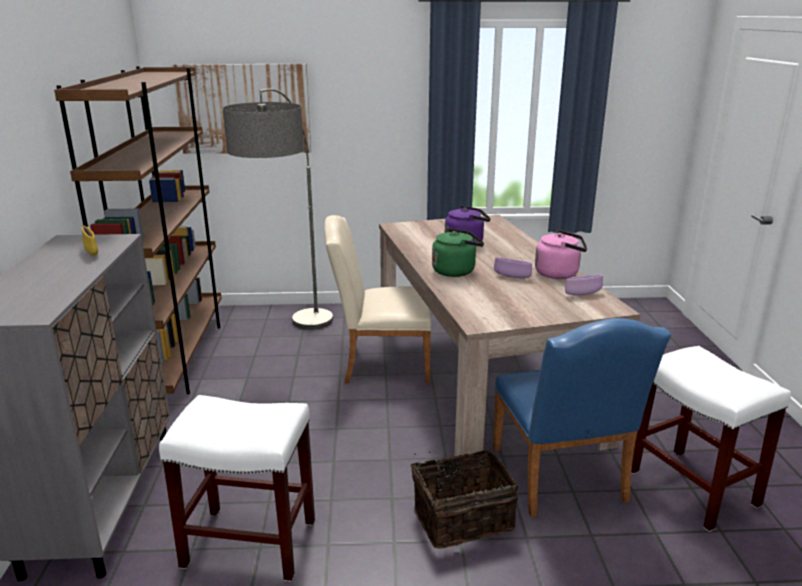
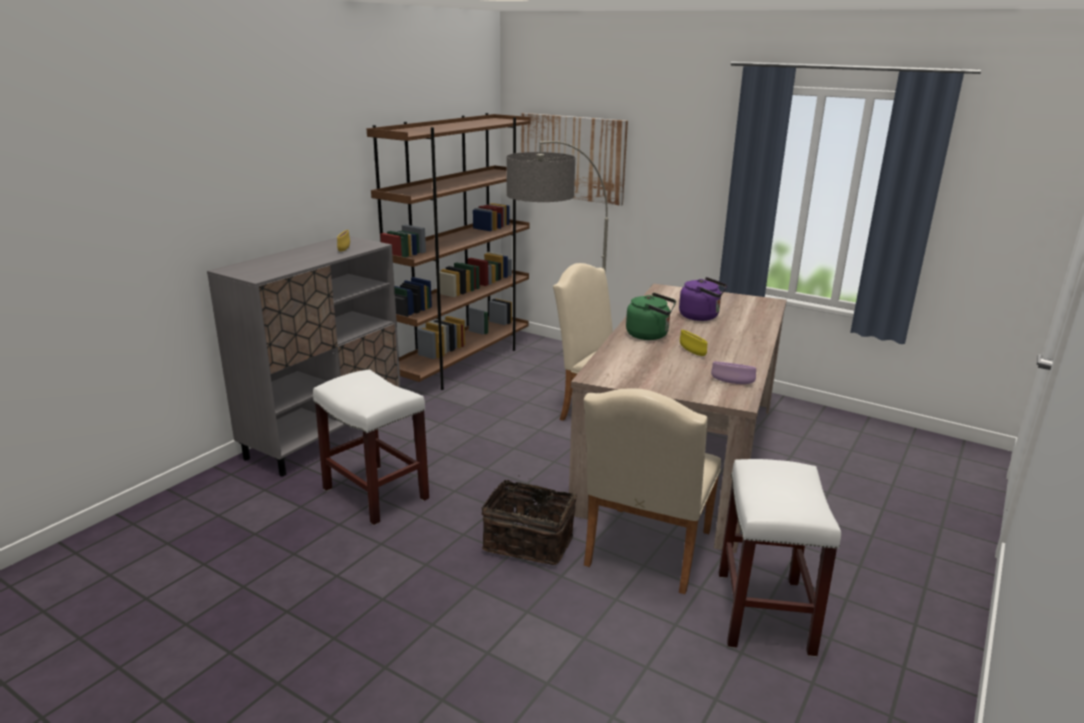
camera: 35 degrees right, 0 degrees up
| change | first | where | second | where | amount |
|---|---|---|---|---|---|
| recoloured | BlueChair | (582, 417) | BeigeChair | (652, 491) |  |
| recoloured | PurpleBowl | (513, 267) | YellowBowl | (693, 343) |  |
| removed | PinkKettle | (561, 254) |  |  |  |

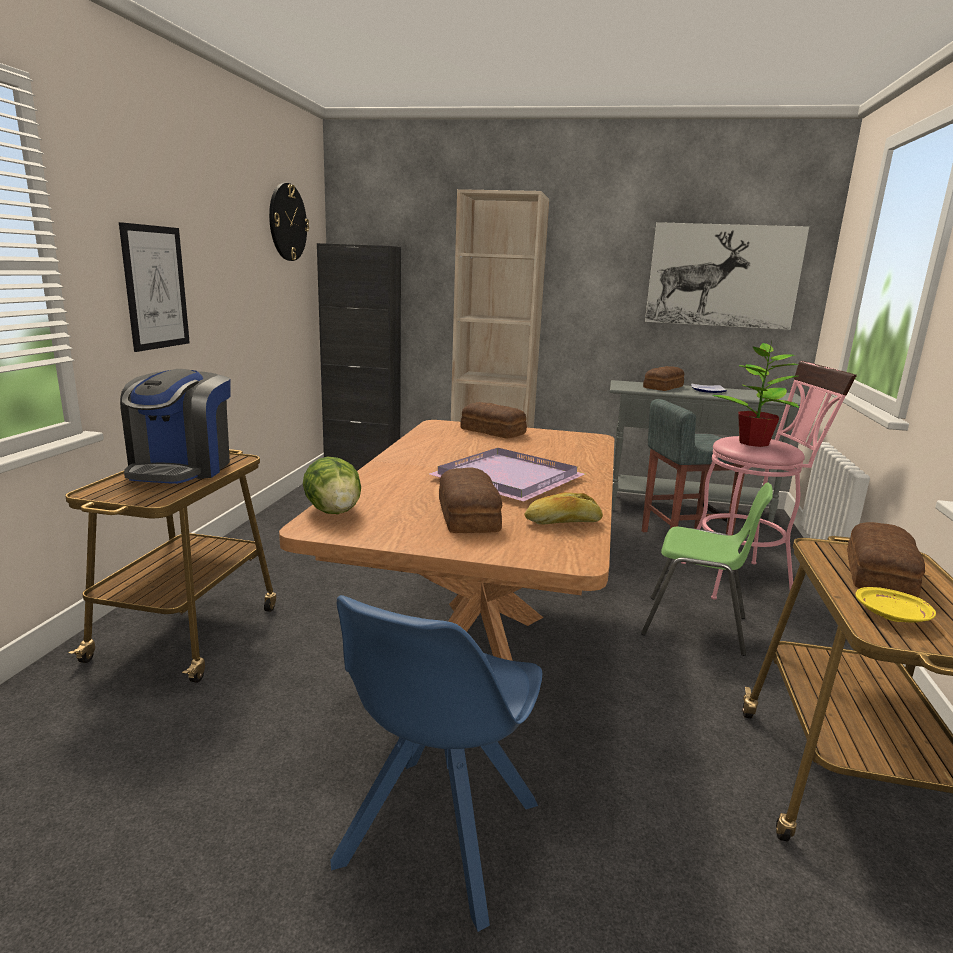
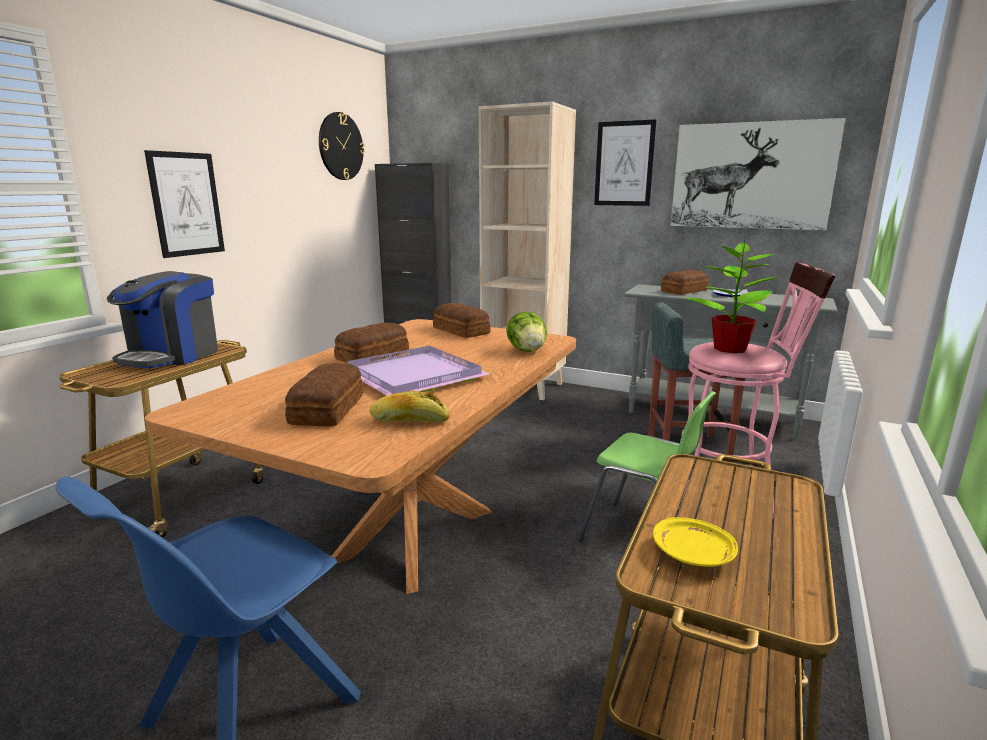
camera: 15 degrees right, 0 degrees up
| change | first | where | second | where | amount |
|---|---|---|---|---|---|
| moved | Bread | (886, 559) |  | (371, 343) |  |
| moved | Lettuce | (332, 485) |  | (526, 332) |  |
| added |  |  | Picture | (625, 163) |  |

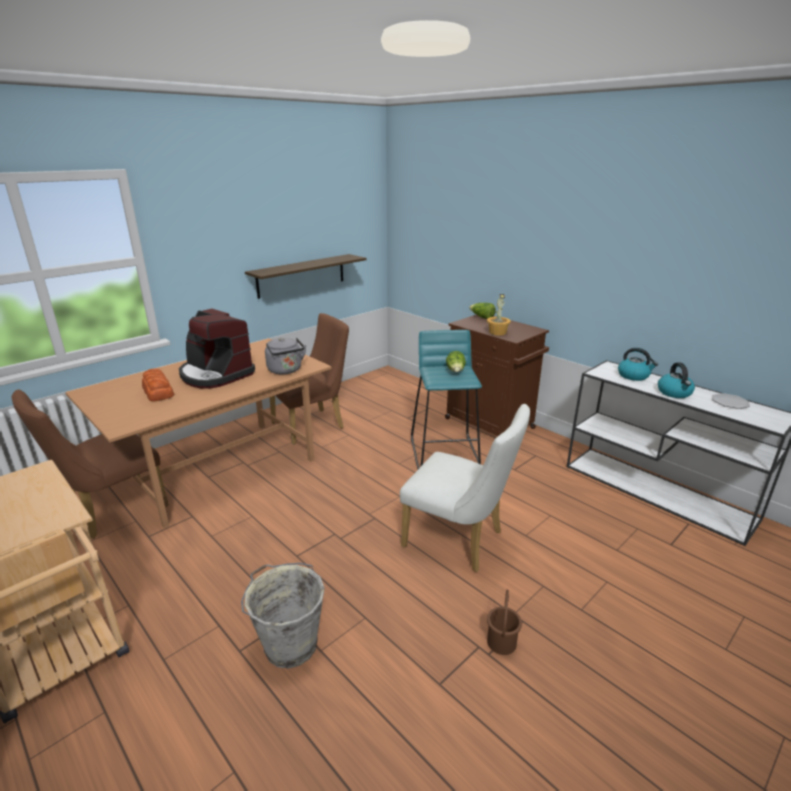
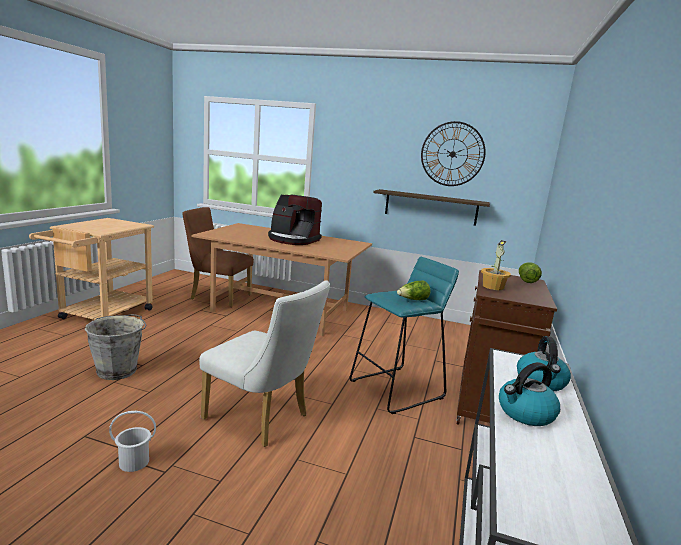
camera: 60 degrees right, 10 degrees down
| change | first | where | second | where | amount |
|---|---|---|---|---|---|
| recoloured | BrownBucket | (504, 622) | WhiteBucket | (132, 441) |  |
| turned | WhiteChair | (465, 488) |  | (264, 363) | 60 degrees counterclockwise |
| turned | CoffeeMachine | (217, 349) |  | (295, 219) | 75 degrees counterclockwise |
| added |  |  | WallClock | (453, 153) |  |
| removed | Bread | (158, 385) |  |  |  |
| removed | GreyKettle | (286, 356) |  |  |  |
| removed | BrownChair | (309, 379) |  |  |  |
| removed | Plate | (731, 401) |  |  |  |

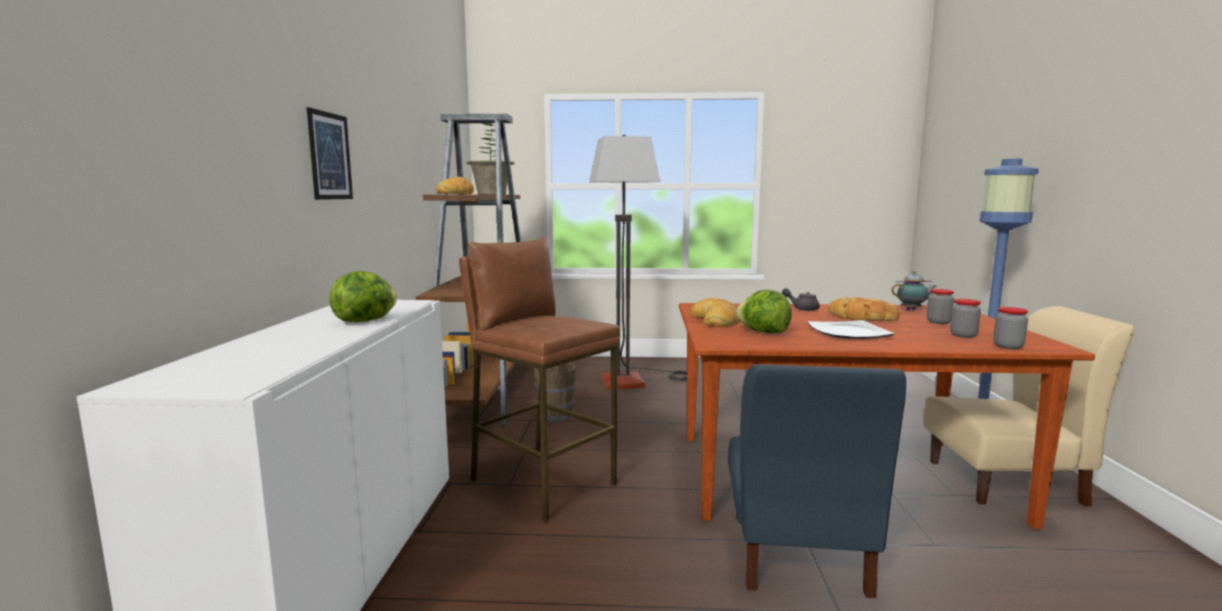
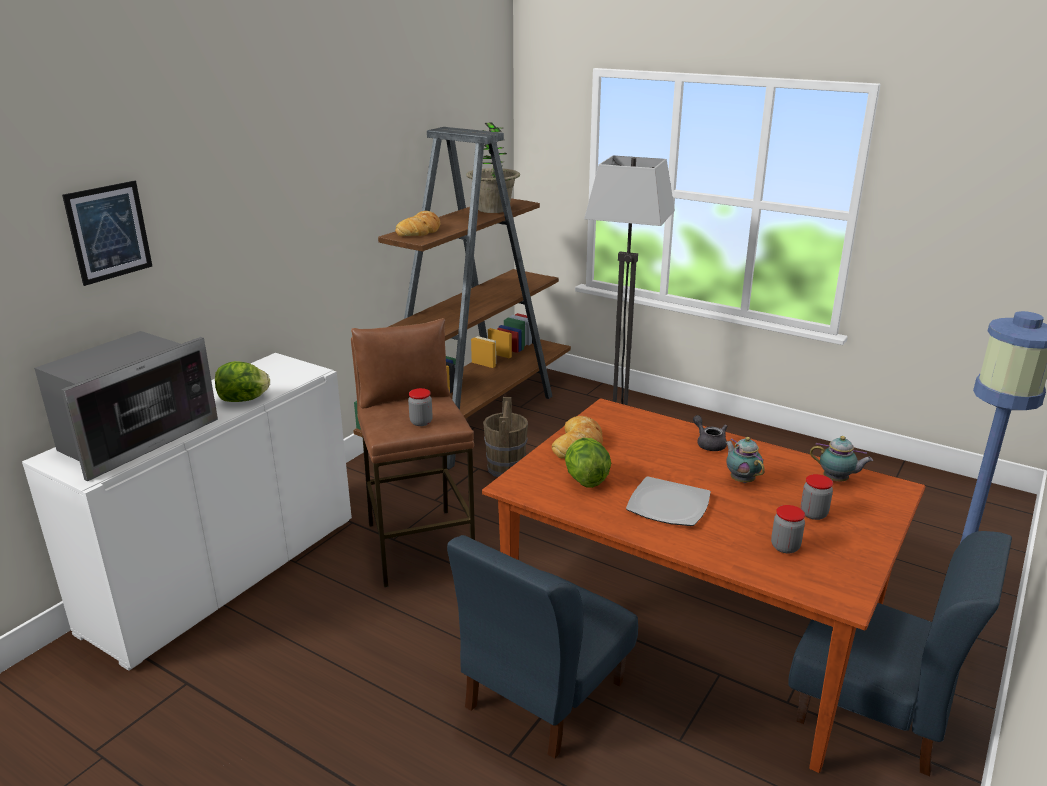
camera: 30 degrees right, 15 degrees up
| change | first | where | second | where | amount |
|---|---|---|---|---|---|
| added |  |  | Microwave | (126, 406) |  |
| moved | Picture | (330, 153) |  | (107, 233) |  |
| moved | Jar | (1010, 328) |  | (420, 407) |  |
| replaced | Bread | (864, 309) | Teapot | (745, 460) |  |
| recoloured | BeigeChair | (1029, 406) | BlueChair | (900, 653) |  |

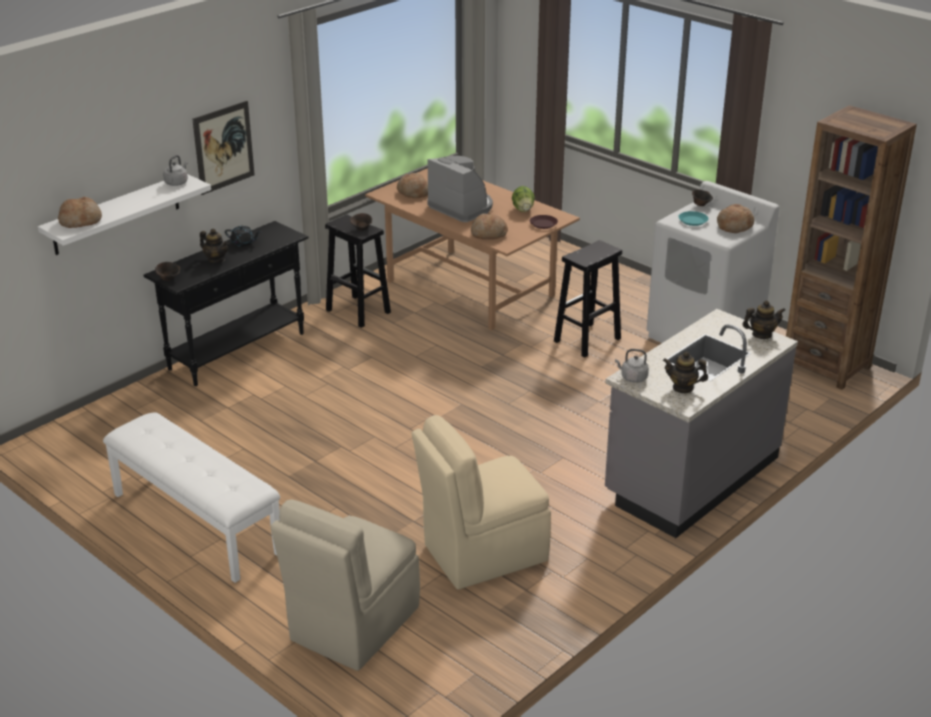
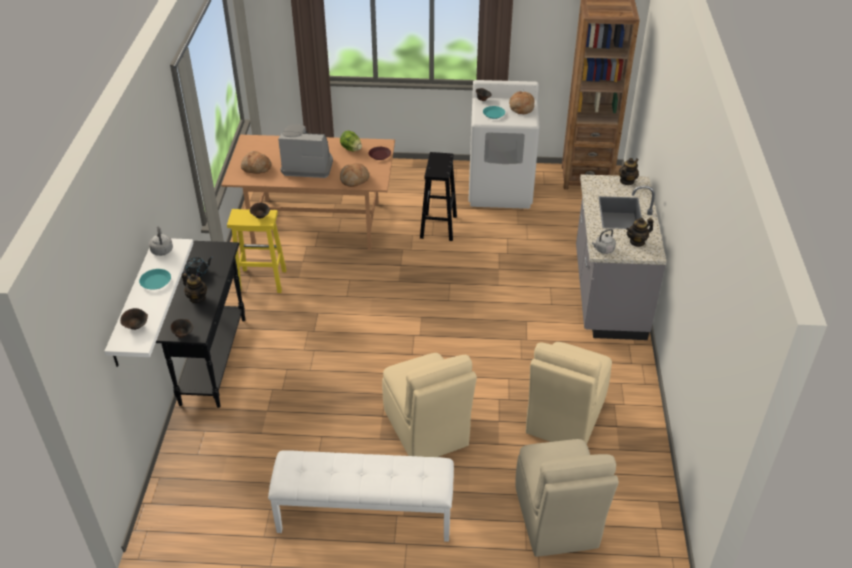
camera: 40 degrees left, 10 degrees up
| change | first | where | second | where | amount |
|---|---|---|---|---|---|
| replaced | Bread | (80, 212) | BrownBowl | (134, 319) |  |
| added |  |  | TurquoisePlate | (155, 279) |  |
| turned | Teapot | (214, 246) |  | (194, 288) | 45 degrees clockwise |
| recoloured | BlackStool | (358, 271) | YellowStool | (256, 251) |  |
| added |  |  | BeigeChair | (429, 405) |  |
| removed | Picture | (223, 148) |  |  |  |

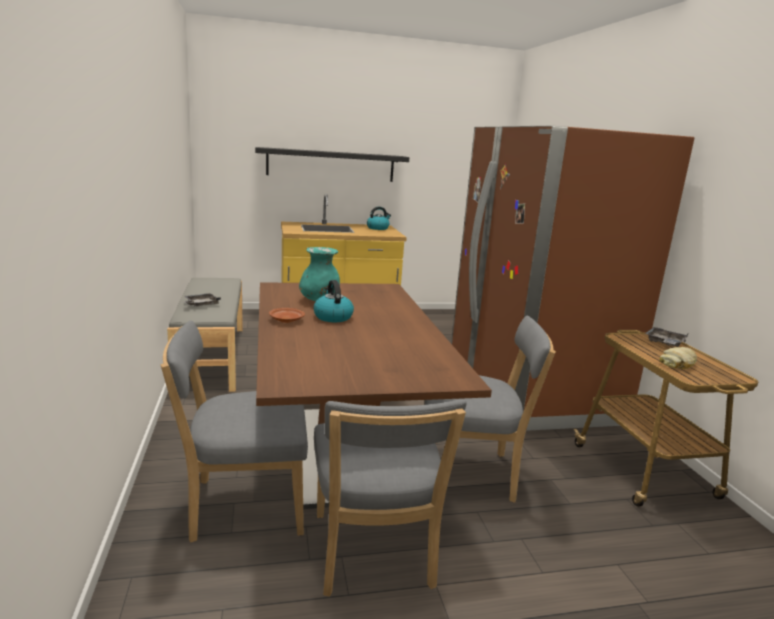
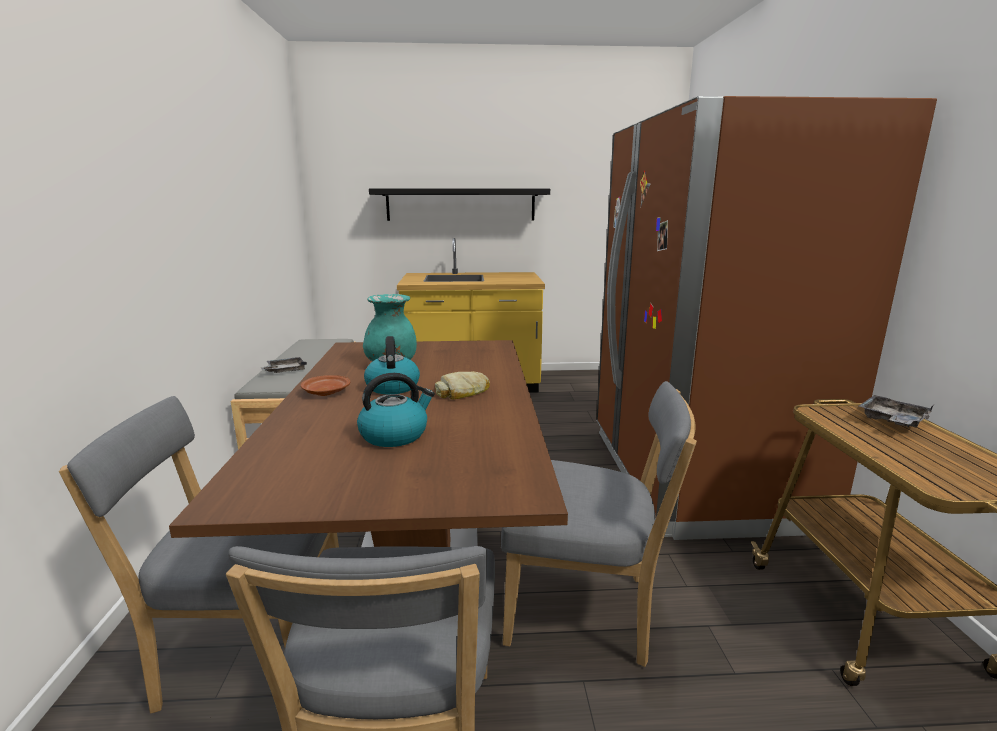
camera: 10 degrees right, 0 degrees up
| change | first | where | second | where | amount |
|---|---|---|---|---|---|
| moved | Kettle | (379, 218) |  | (396, 410) |  |
| moved | Bread | (678, 358) |  | (462, 385) |  |

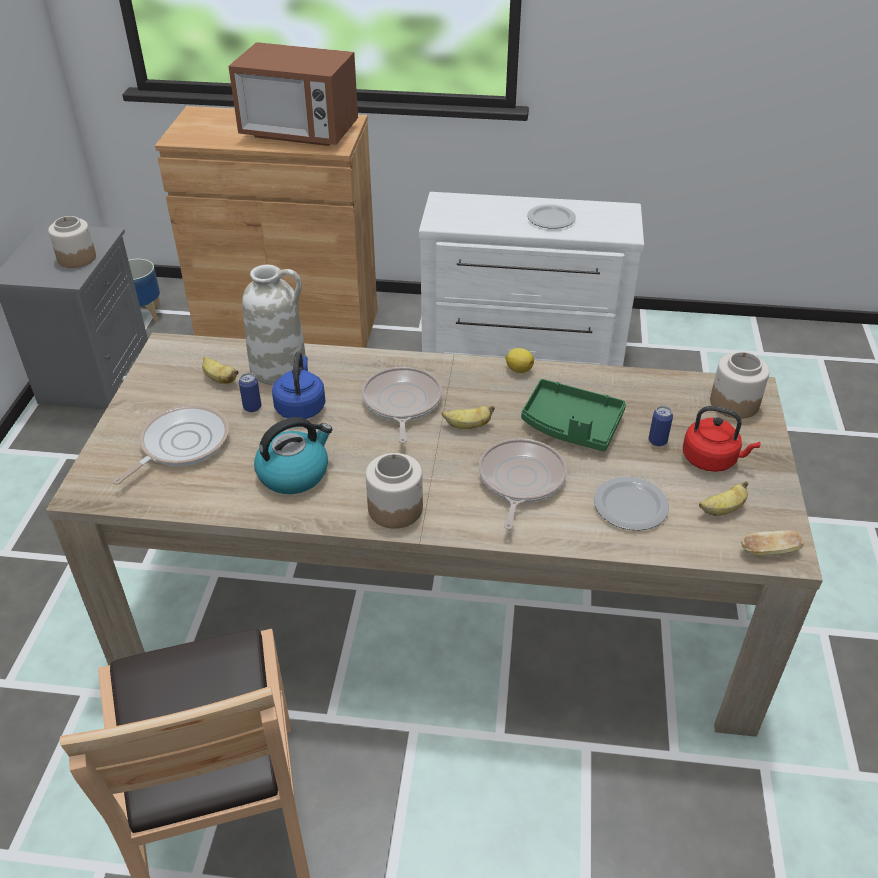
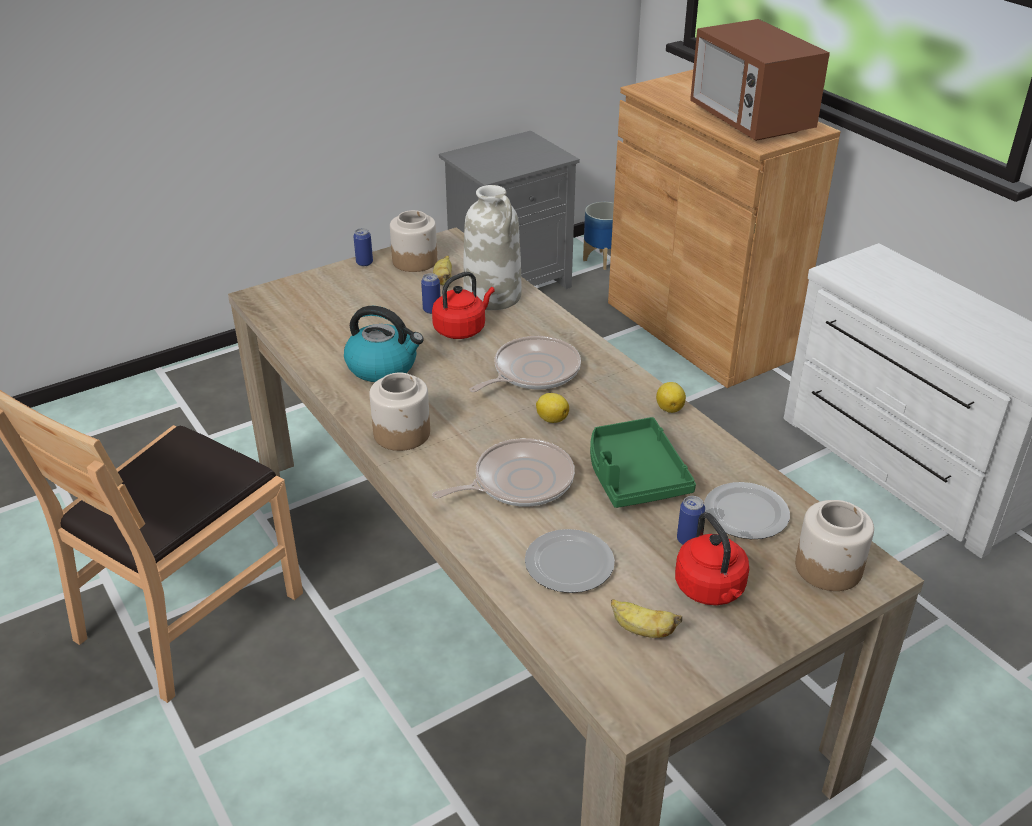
camera: 50 degrees right, 5 degrees down
| change | first | where | second | where | amount |
|---|---|---|---|---|---|
| added |  |  | Can | (363, 247) |  |
| moved | Jar | (72, 242) |  | (413, 241) |  |
| recoloured | BlueKettle | (299, 385) | RedKettle | (463, 305) |  |
| replaced | Banana | (468, 417) | Lemon | (552, 408) |  |
| moved | Plate | (551, 216) |  | (747, 510) |  |
| removed | FryingPan | (171, 445) |  |  |  |
| removed | Bread | (772, 543) |  |  |  |

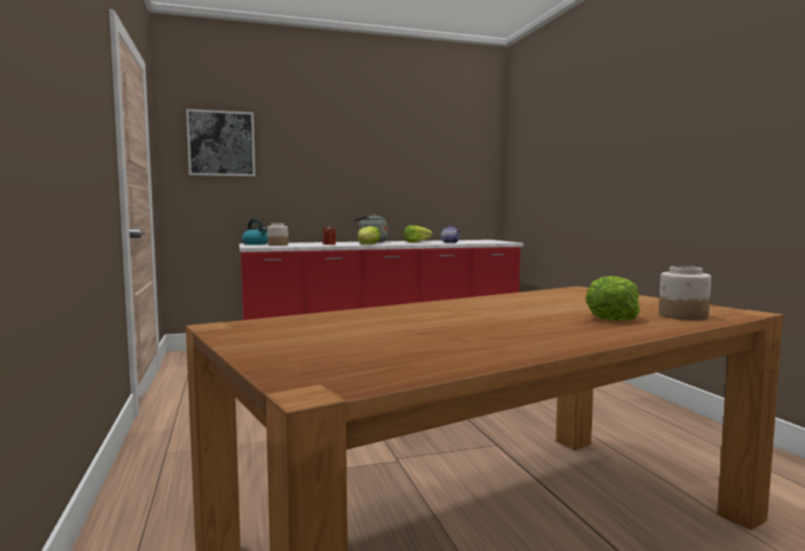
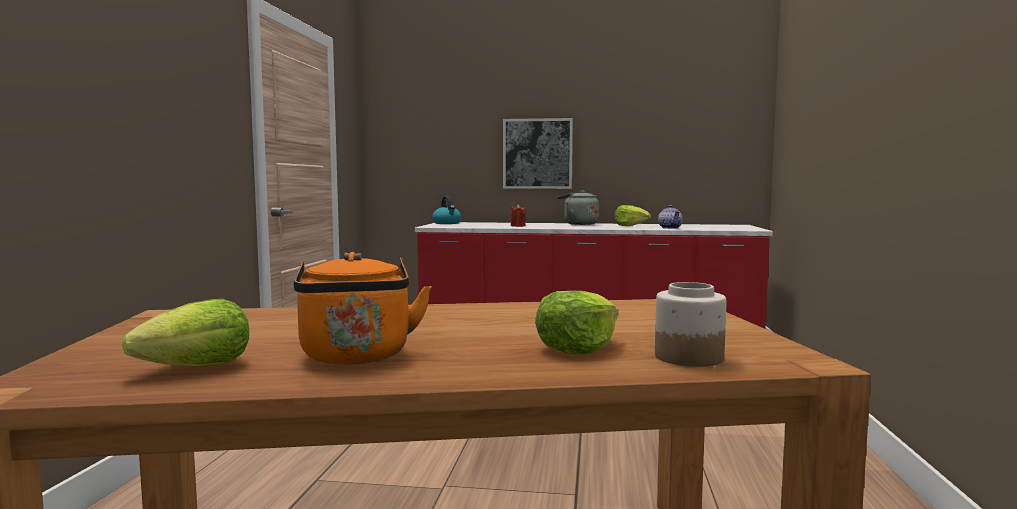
camera: 25 degrees right, 0 degrees up
| change | first | where | second | where | amount |
|---|---|---|---|---|---|
| moved | Lettuce | (369, 235) |  | (185, 332) |  |
| added |  |  | OrangeKettle | (363, 308) |  |
| moved | Picture | (220, 142) |  | (538, 153) |  |
| removed | Jar | (277, 234) |  |  |  |

